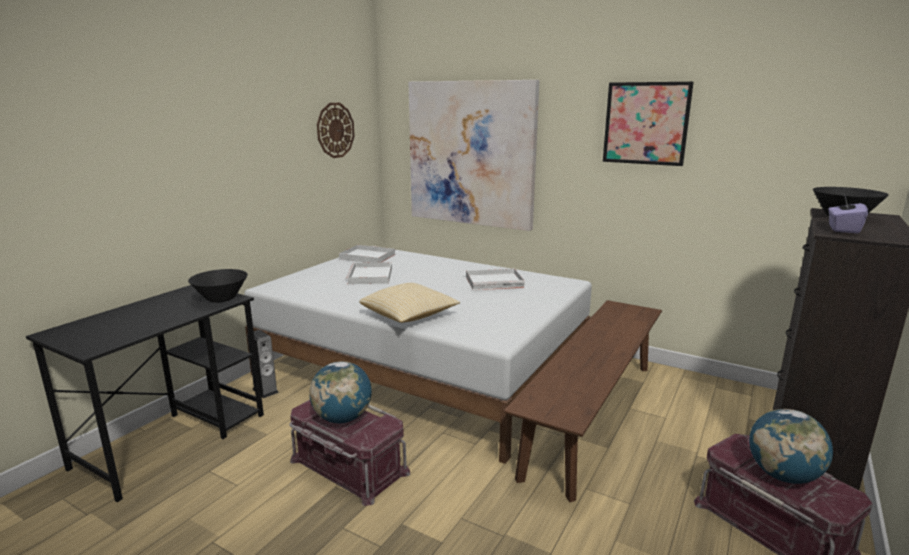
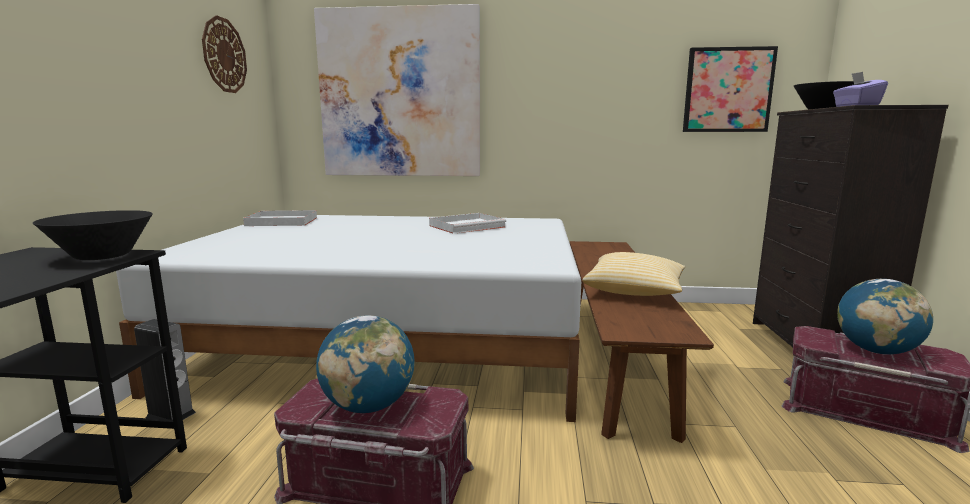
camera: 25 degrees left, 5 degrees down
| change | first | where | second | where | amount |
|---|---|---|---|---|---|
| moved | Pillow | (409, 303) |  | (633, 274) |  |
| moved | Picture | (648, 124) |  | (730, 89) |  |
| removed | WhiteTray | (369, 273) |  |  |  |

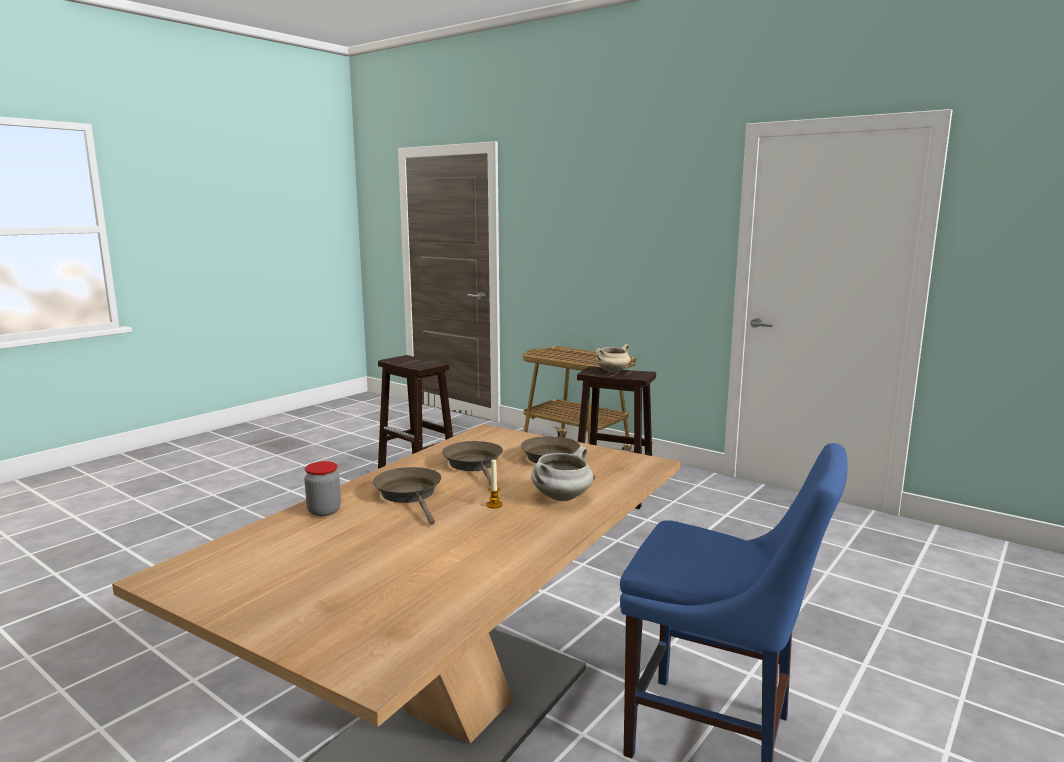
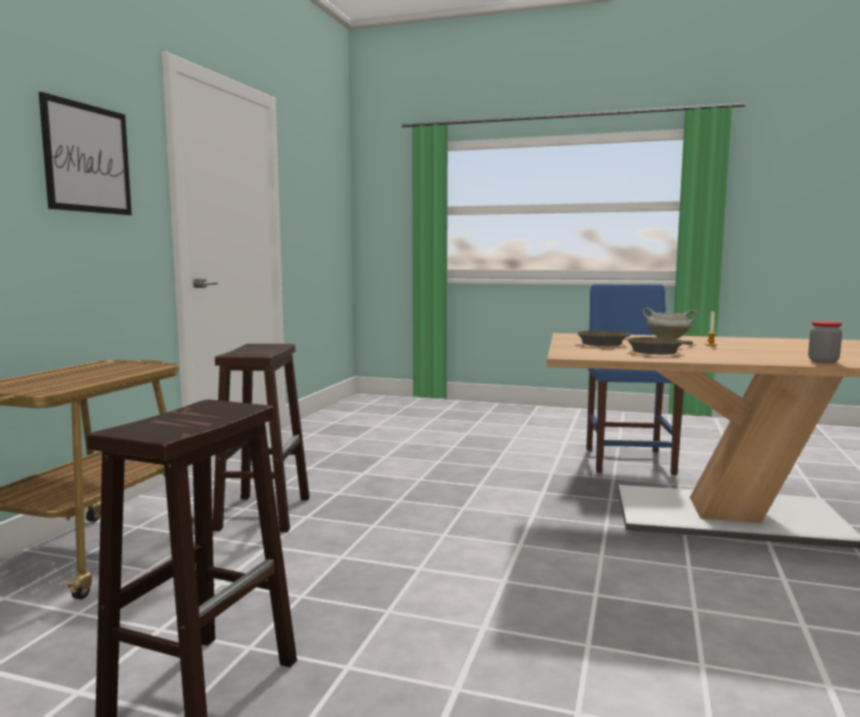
camera: 110 degrees left, 5 degrees down
| change | first | where | second | where | amount |
|---|---|---|---|---|---|
| added |  |  | Picture | (85, 153) |  |
| removed | BrownFryingPan | (407, 496) |  |  |  |
| removed | BeigeCookingPot | (613, 358) |  |  |  |

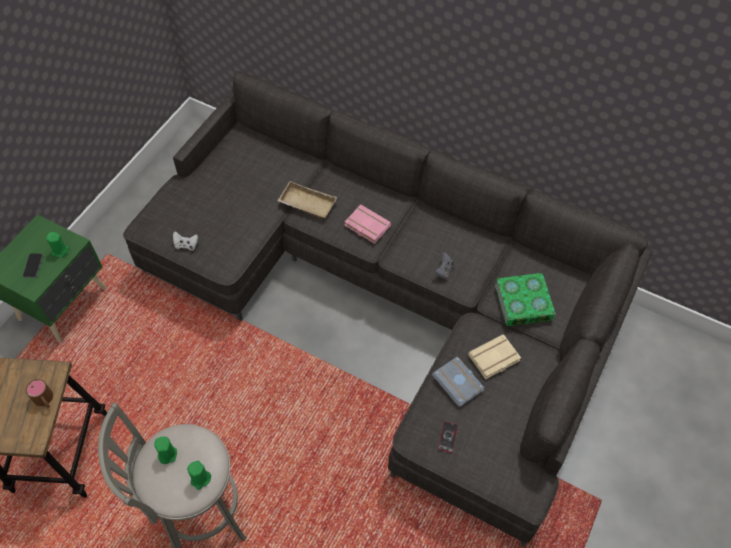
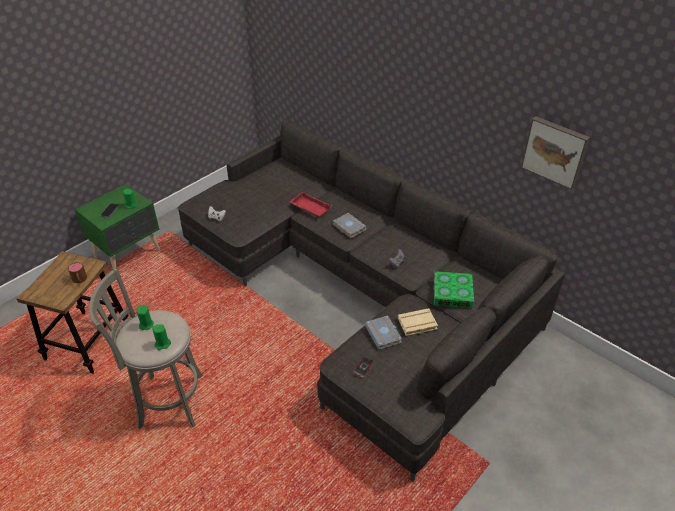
camera: 15 degrees right, 15 degrees down
| change | first | where | second | where | amount |
|---|---|---|---|---|---|
| recoloured | BeigeTray | (307, 200) | RedTray | (311, 205) |  |
| recoloured | PinkBook | (368, 224) | GreyBook | (350, 225) |  |
| added |  |  | Picture | (555, 153) |  |

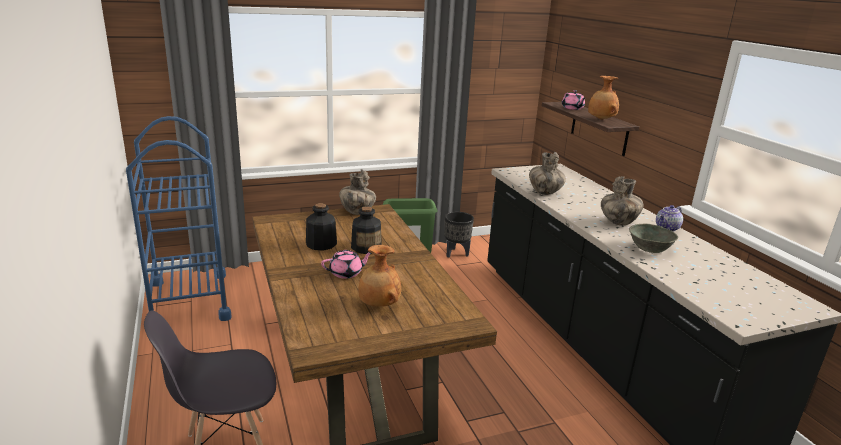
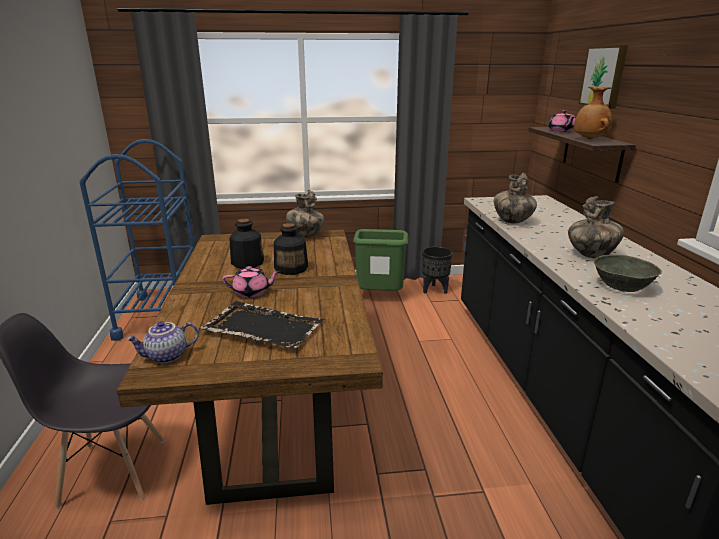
camera: 15 degrees right, 0 degrees up
| change | first | where | second | where | amount |
|---|---|---|---|---|---|
| moved | Teapot | (669, 218) |  | (162, 342) |  |
| replaced | BrownVase | (380, 276) | BlackTray | (261, 325) |  |
| added |  |  | Picture | (603, 77) |  |

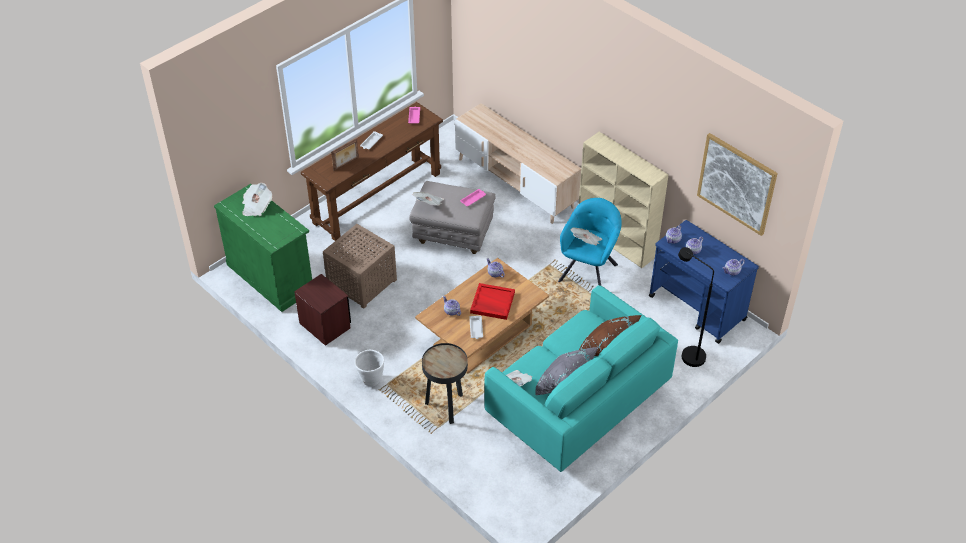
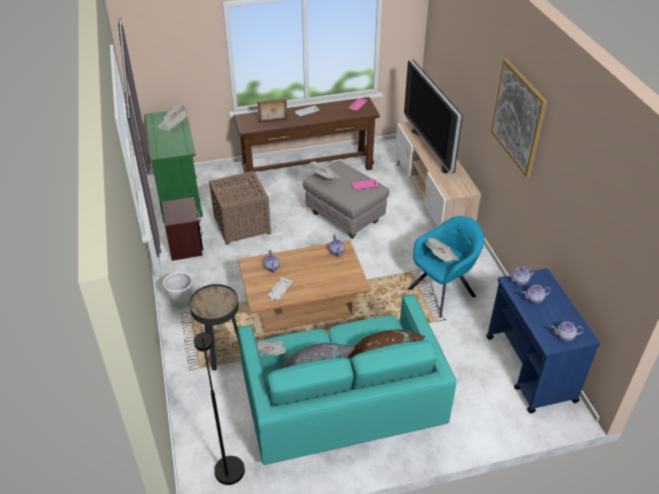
camera: 30 degrees right, 5 degrees down
| change | first | where | second | where | amount |
|---|---|---|---|---|---|
| moved | BlackFloorLamp | (696, 307) |  | (219, 408) |  |
| added |  |  | Television | (433, 116) |  |
| moved | Picture | (737, 184) |  | (519, 118) |  |
| removed | RedTray | (492, 301) |  |  |  |
| removed | BeigeBookcase | (623, 200) |  |  |  |

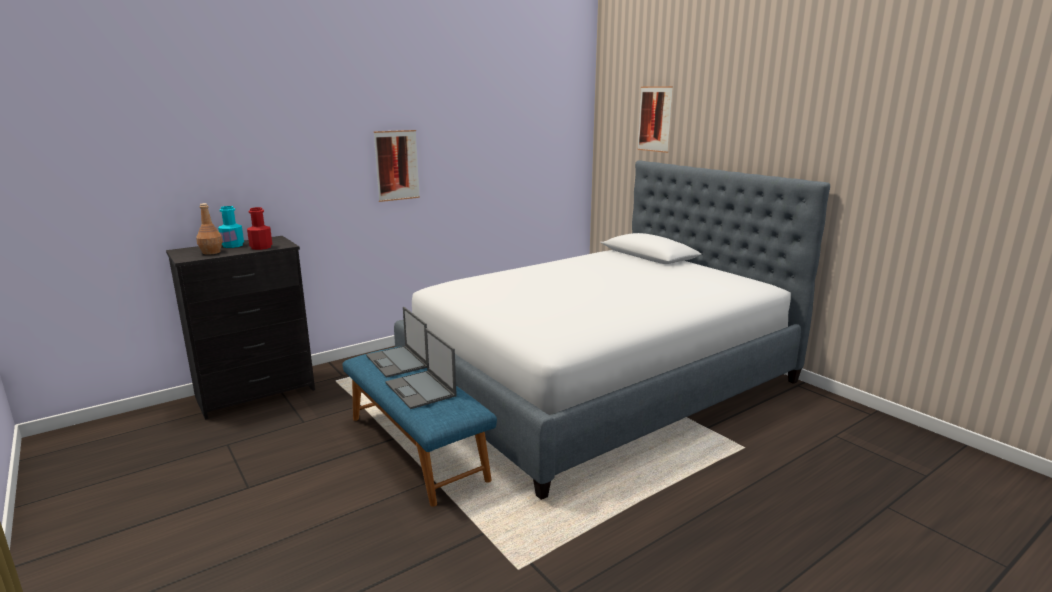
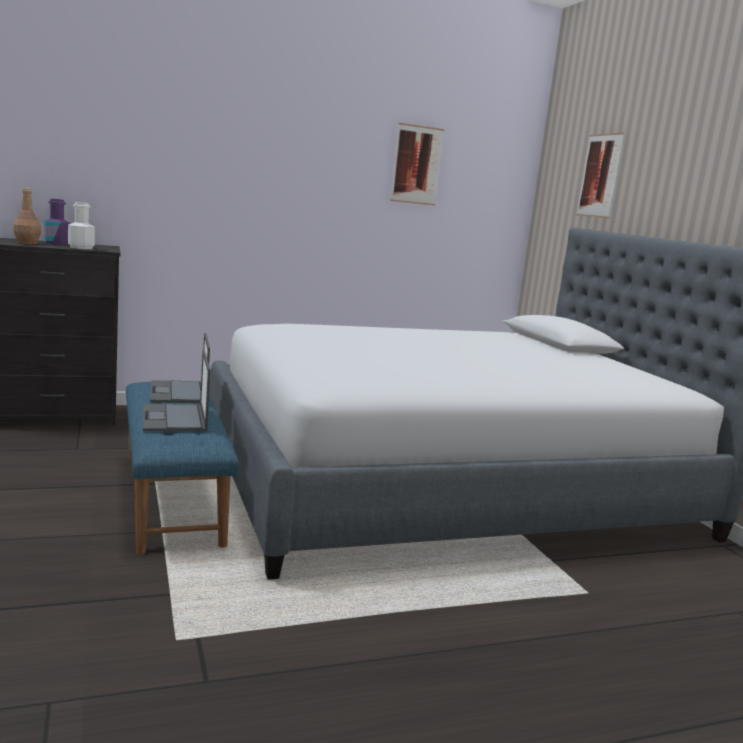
camera: 15 degrees right, 5 degrees down
| change | first | where | second | where | amount |
|---|---|---|---|---|---|
| recoloured | TurquoiseBottle | (231, 227) | PurpleBottle | (57, 222) |  |
| recoloured | RedBottle | (259, 228) | WhiteBottle | (81, 225) |  |
| moved | Picture | (397, 166) |  | (417, 164) |  |

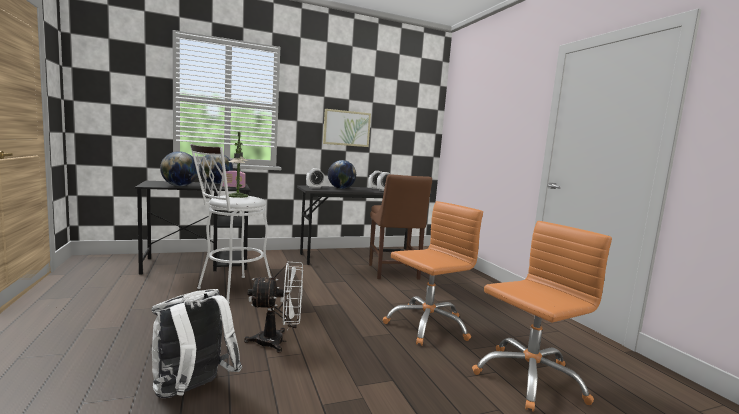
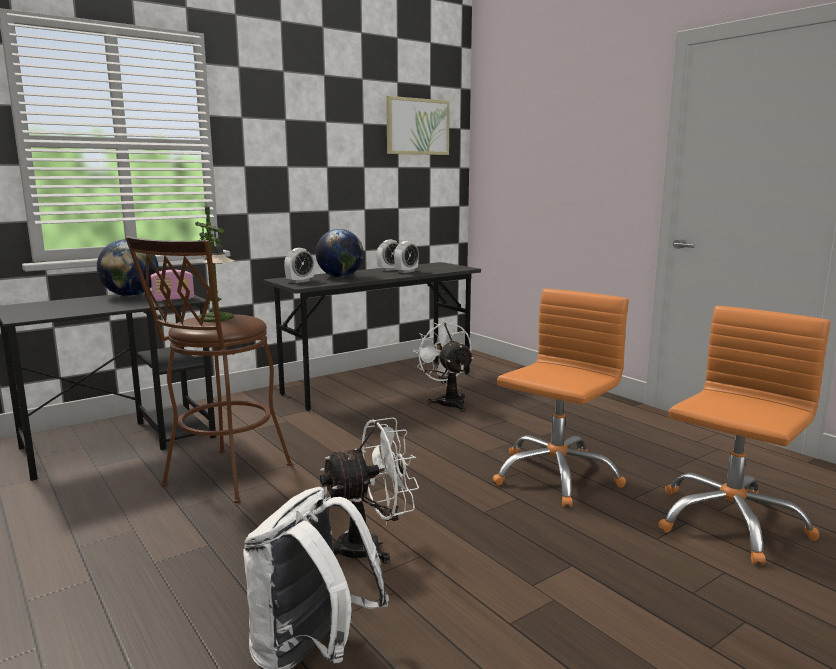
camera: 15 degrees left, 5 degrees up
| change | first | where | second | where | amount |
|---|---|---|---|---|---|
| recoloured | WhiteStool | (230, 224) | BrownStool | (208, 369) |  |
| moved | Picture | (347, 128) |  | (418, 125) |  |
| replaced | BrownChair | (400, 227) | WhiteFan | (443, 367) |  |
| removed | Globe | (179, 168) |  |  |  |

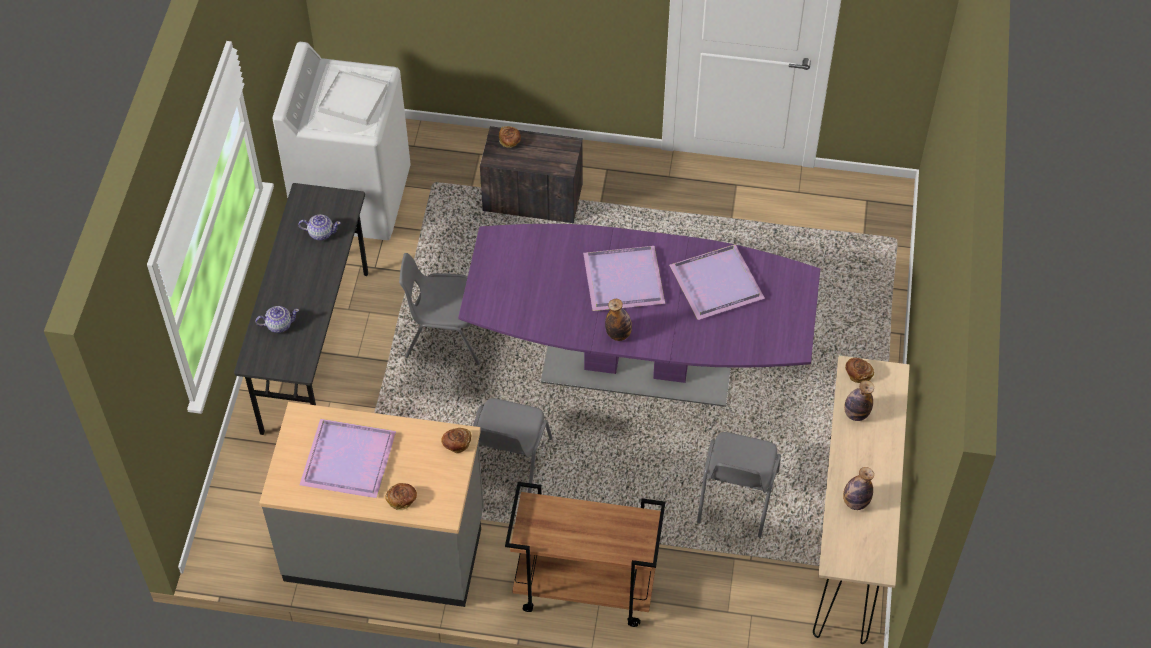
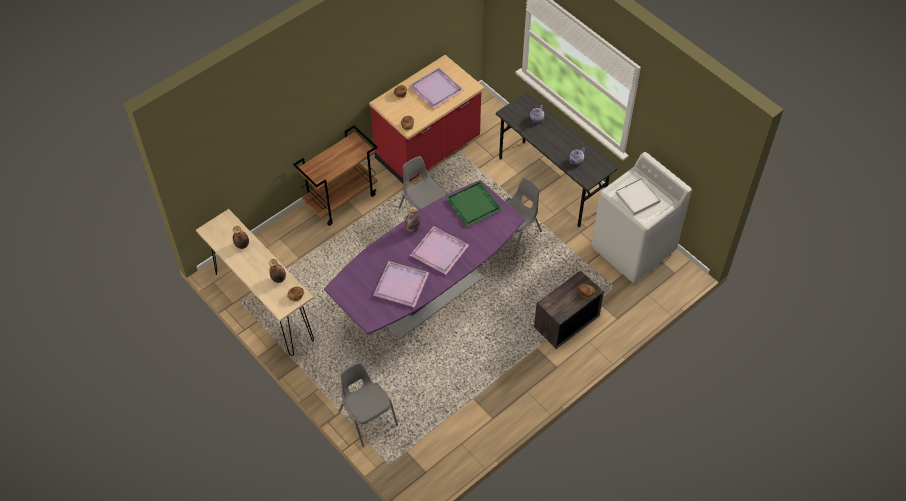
camera: 130 degrees right, 0 degrees up
| change | first | where | second | where | amount |
|---|---|---|---|---|---|
| moved | GreyChair | (739, 484) |  | (368, 404) |  |
| recoloured | GreyCounter | (371, 504) | RedCounter | (426, 119) |  |
| added |  |  | GreenTray | (473, 204) |  |

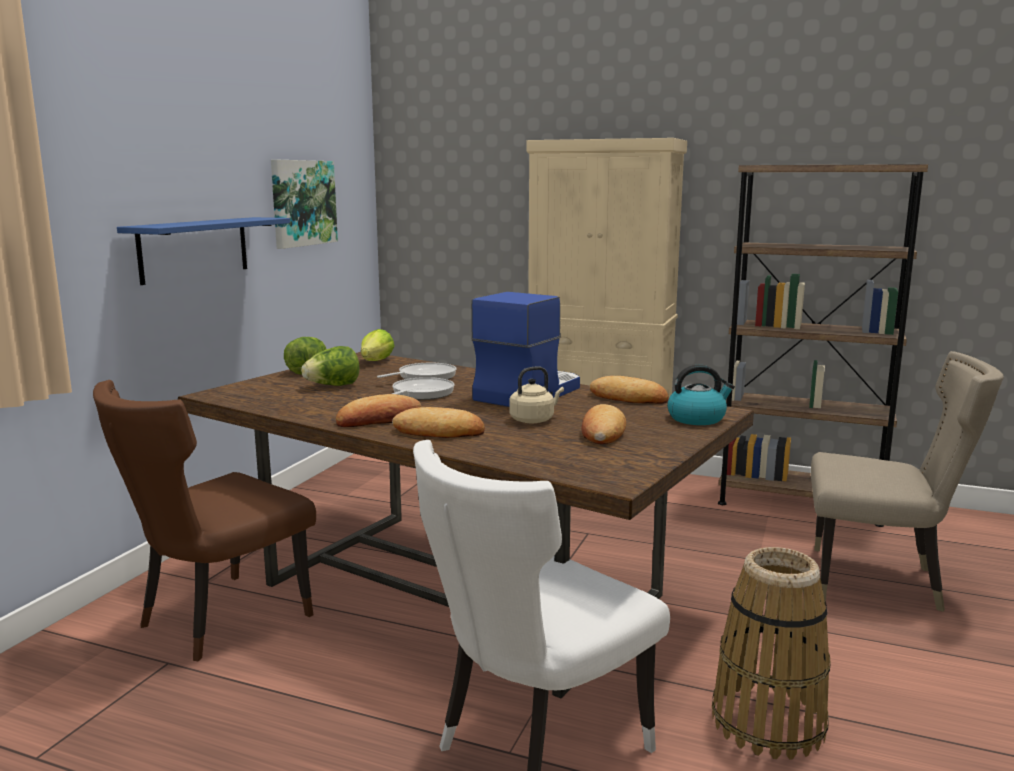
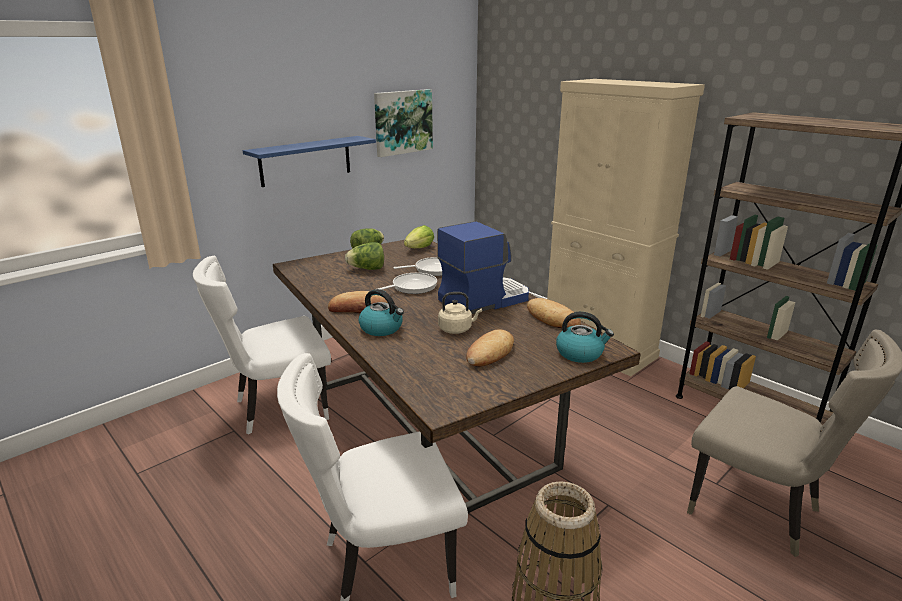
camera: 25 degrees right, 10 degrees up
| change | first | where | second | where | amount |
|---|---|---|---|---|---|
| recoloured | BrownChair | (204, 520) | WhiteChair | (262, 345) |  |
| replaced | Bread | (438, 422) | Kettle | (381, 312) |  |

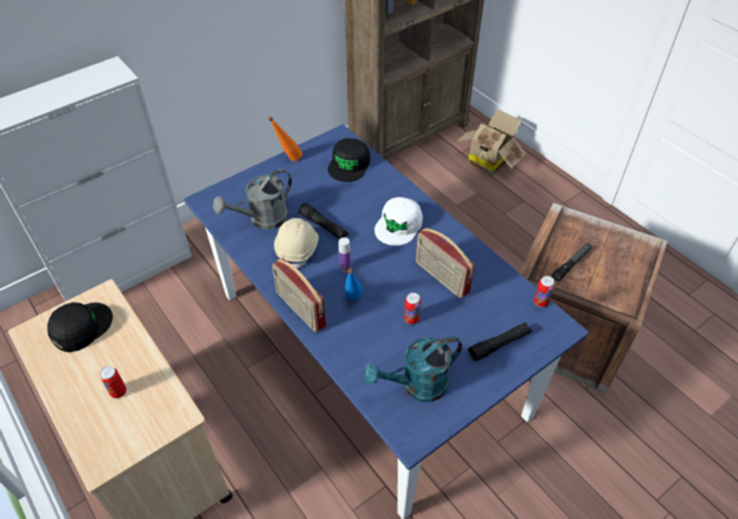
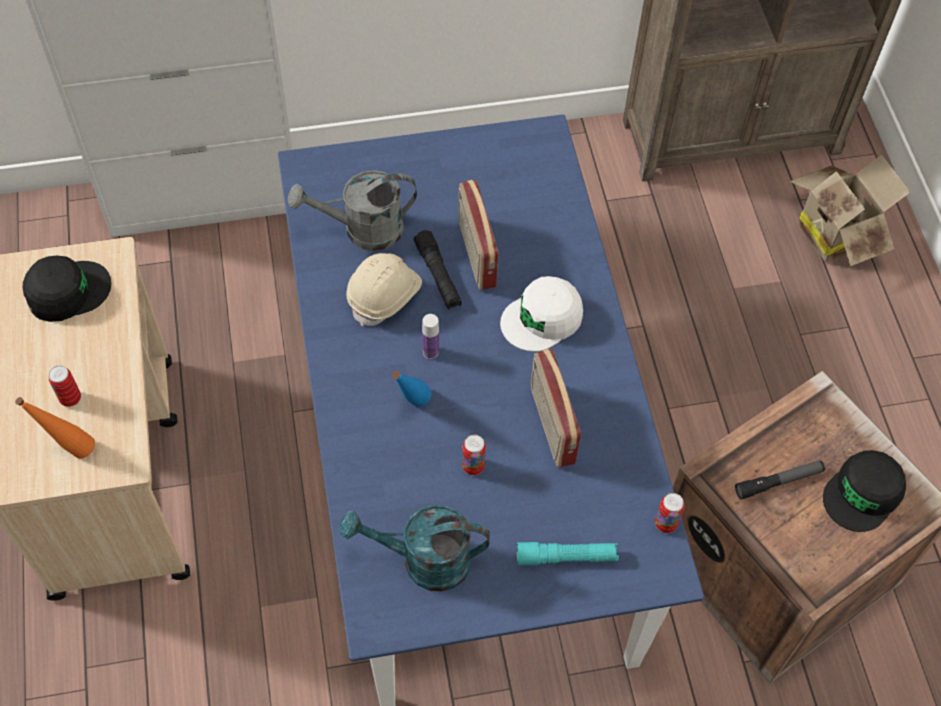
camera: 25 degrees right, 10 degrees up
| change | first | where | second | where | amount |
|---|---|---|---|---|---|
| moved | OrangeBottle | (285, 139) |  | (55, 428) |  |
| moved | Radio | (299, 295) |  | (479, 235) |  |
| recoloured | BlackFlashlight | (500, 341) | TurquoiseFlashlight | (568, 553) |  |
| moved | BlackCap | (349, 160) |  | (864, 491) |  |

